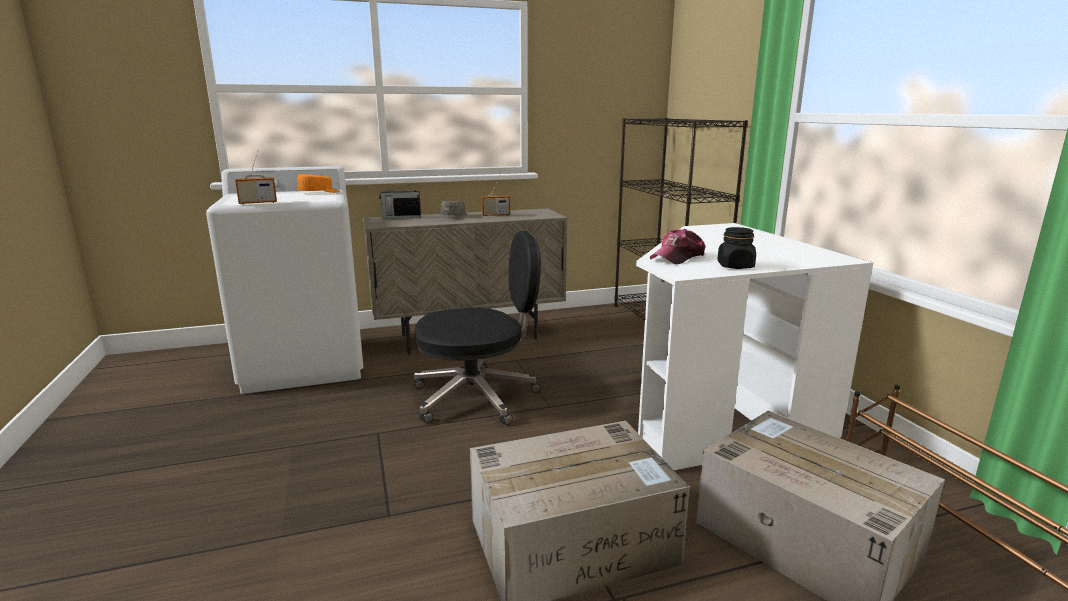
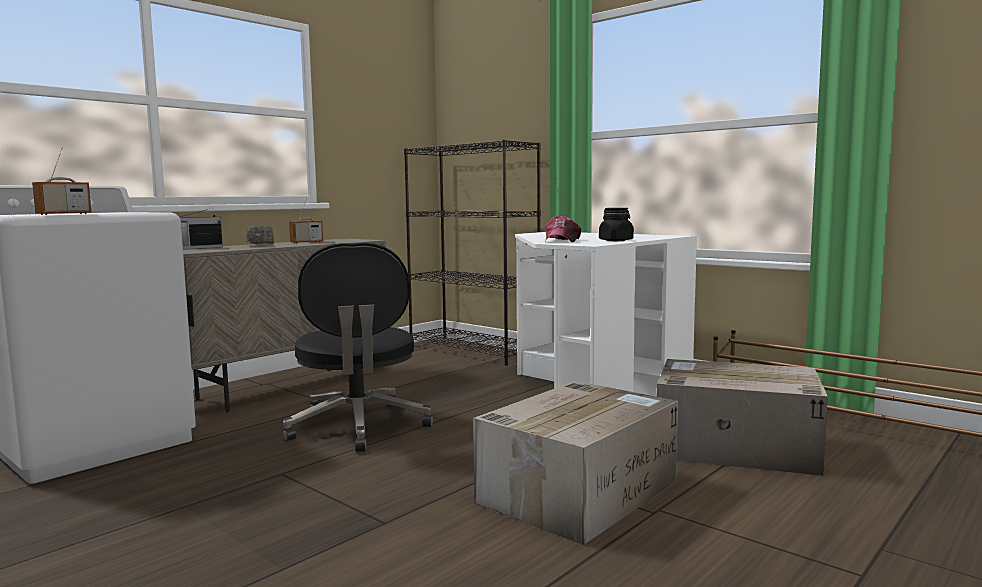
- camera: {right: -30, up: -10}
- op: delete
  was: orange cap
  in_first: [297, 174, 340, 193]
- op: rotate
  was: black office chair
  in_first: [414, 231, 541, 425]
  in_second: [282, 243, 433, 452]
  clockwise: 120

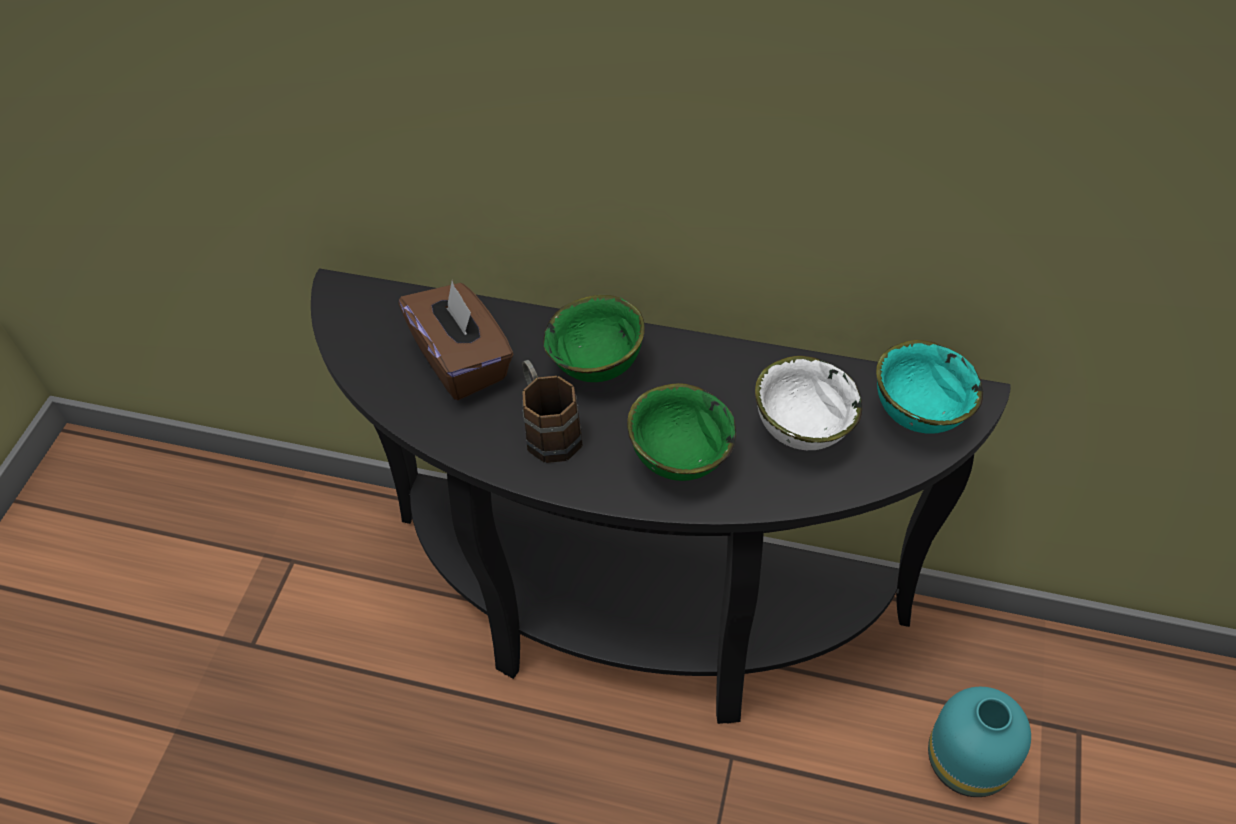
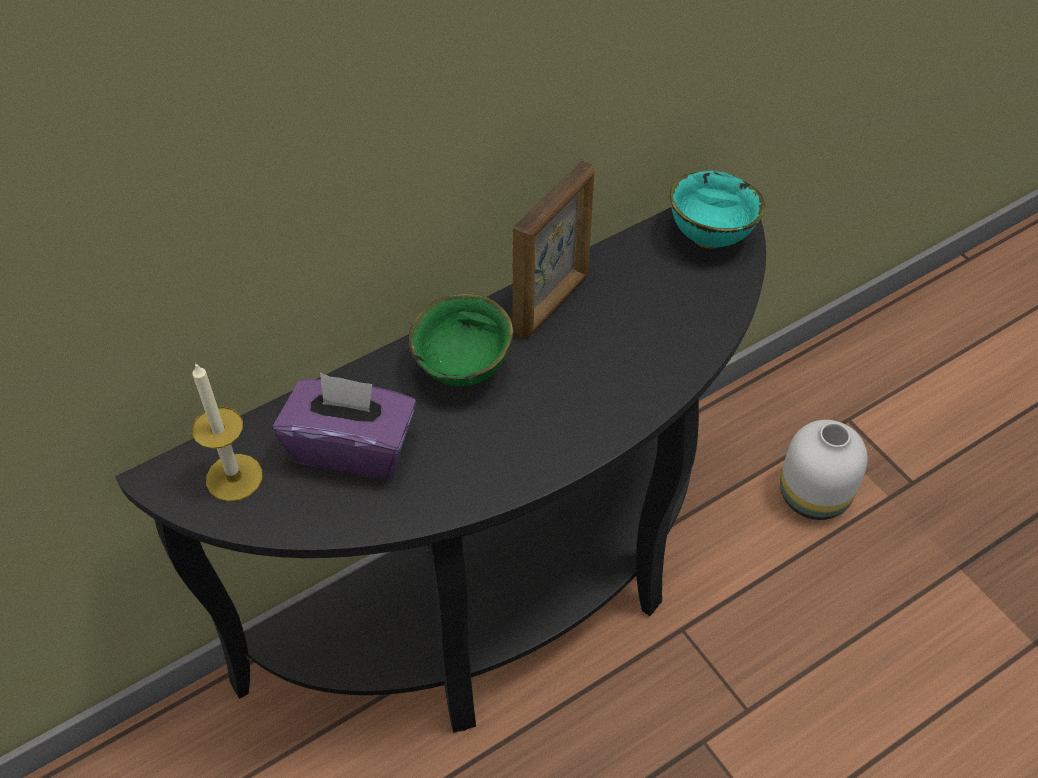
- camera: {right: -50, up: 0}
- op: recolor
  was: brown tissue box
  now: purple tissue box
  in_first: [398, 280, 514, 400]
  in_second: [273, 372, 417, 479]
- op: delete
  was: white bowl
  in_first: [755, 356, 862, 450]
- op: delete
  was: brown mug
  in_first: [522, 360, 582, 463]
- op: delete
  was: green bowl
  in_first: [627, 383, 736, 481]
- op: recolor
  was: turquoise vase
  now: white vase
  in_first: [928, 687, 1031, 797]
  in_second: [780, 420, 868, 520]
- op: insert
  now: picture frame
  in_second: [512, 160, 594, 339]
- op: insert
  now: candle
  in_second: [192, 364, 262, 502]

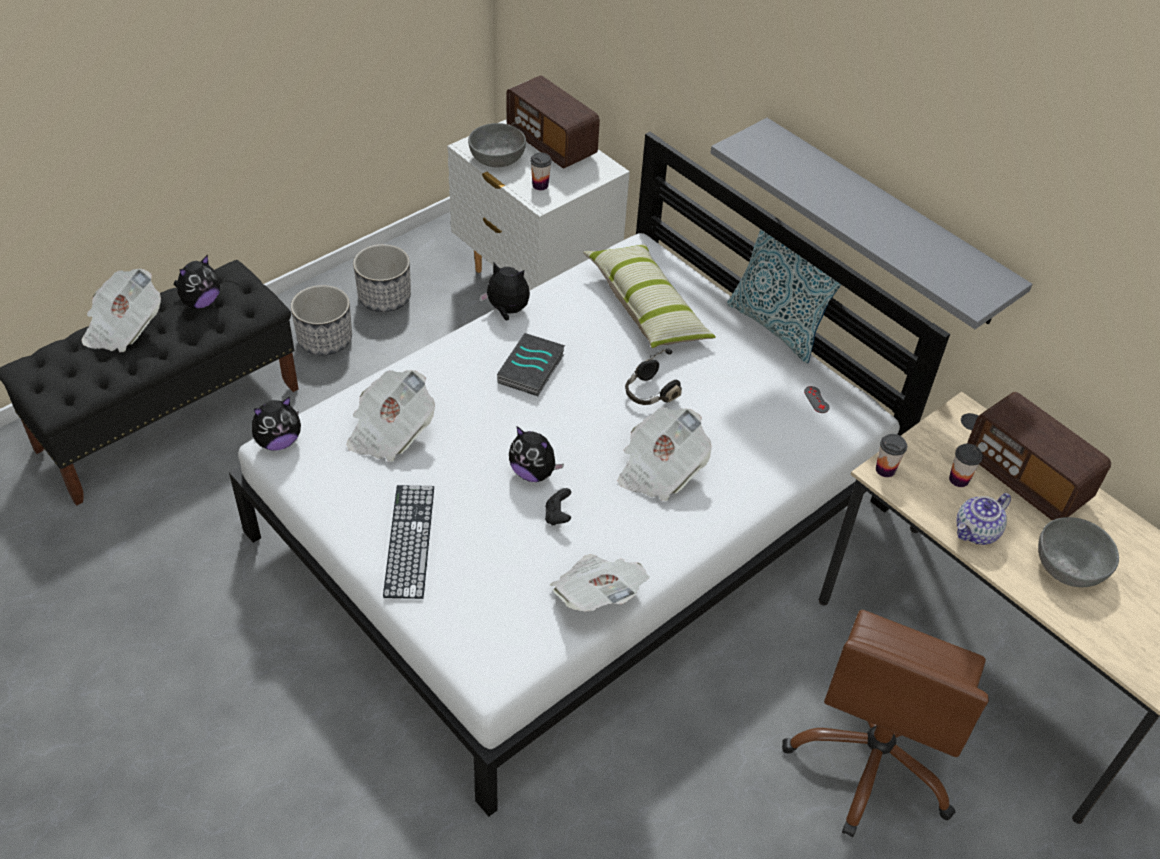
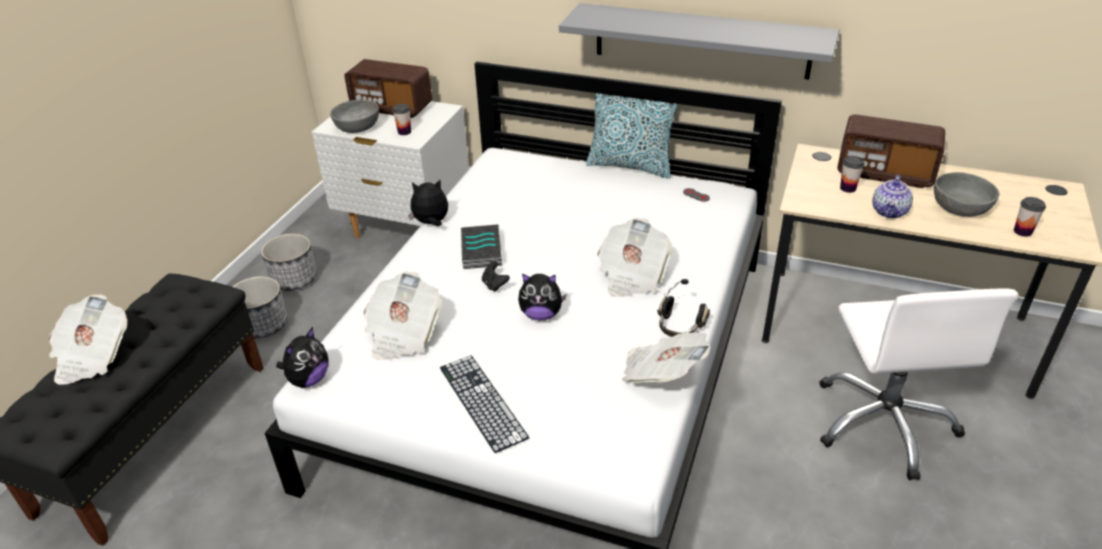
- camera: {right: -25, up: -10}
- op: delete
  was: pillow
  in_first: [583, 244, 716, 348]
- op: delete
  was: plush toy
  in_first: [174, 255, 220, 309]
- op: move
  was: black headphones
  in_first: [625, 348, 682, 405]
  in_second: [657, 279, 710, 337]
- op: move
  was: cup
  in_first: [876, 434, 907, 477]
  in_second: [1014, 197, 1046, 237]
- op: move
  was: black game controller
  in_first: [545, 488, 571, 526]
  in_second: [482, 261, 510, 292]
- op: recolor
  was: brown office chair
  now: white office chair
  in_first: [782, 610, 989, 837]
  in_second: [819, 289, 1018, 480]

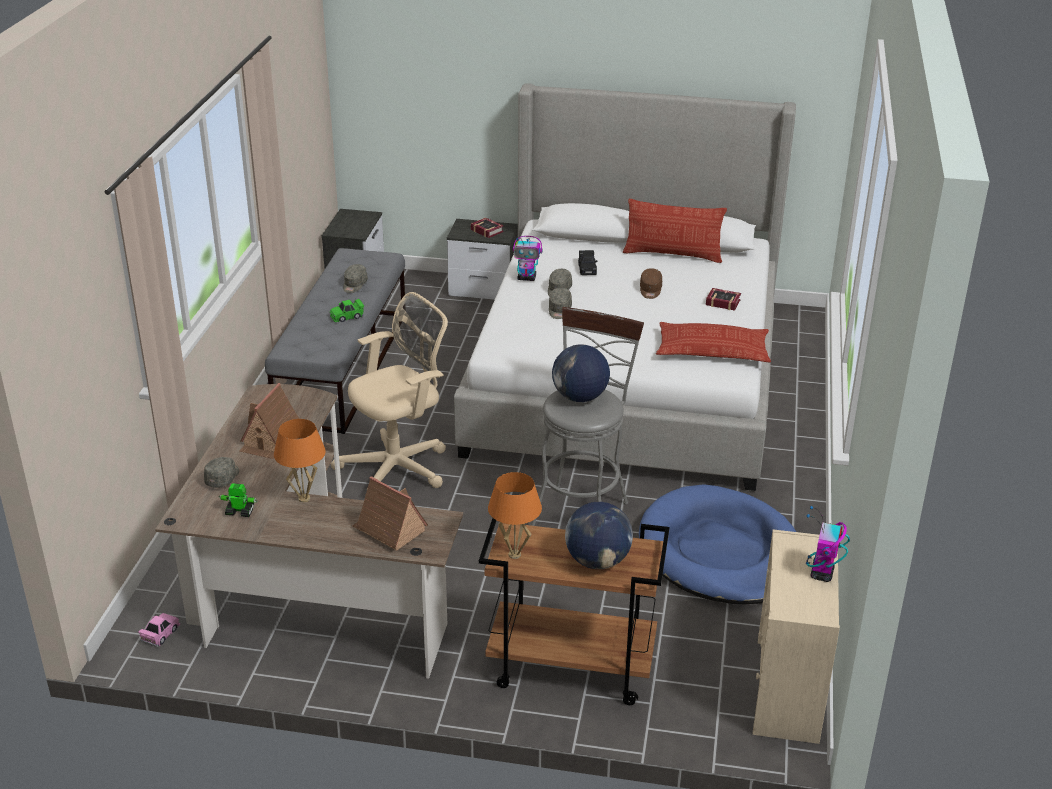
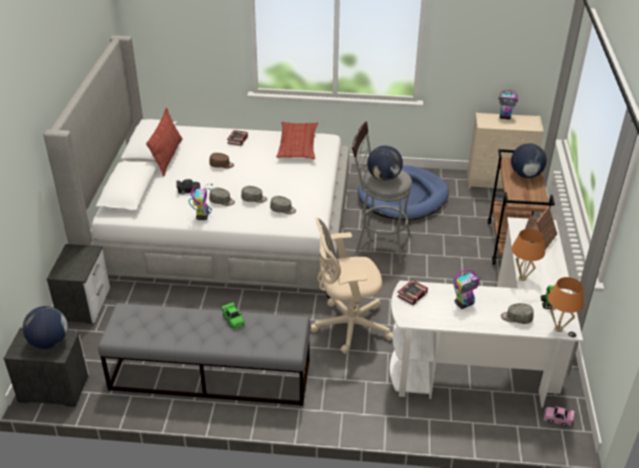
- camera: {right: -95, up: 5}
- op: move
  was: book
  in_first: [471, 218, 504, 238]
  in_second: [397, 280, 428, 305]
- op: move
  was: grey cap
  in_first: [343, 264, 368, 293]
  in_second: [270, 196, 296, 214]
- op: rotate
  was: beige office chair
  in_first: [331, 292, 448, 489]
  in_second: [311, 217, 393, 354]
  clockwise: -60
- op: replace
  was: toy house
  now: toy robot
  in_first: [239, 383, 299, 459]
  in_second: [453, 269, 481, 309]
- op: recolor
  was: brown desk
  now: white desk
  in_first: [155, 384, 463, 679]
  in_second: [390, 217, 583, 408]
- op: move
  was: orange table lamp
  in_first: [488, 472, 542, 559]
  in_second: [548, 277, 584, 332]
- op: insert
  now: globe
  in_second: [22, 306, 68, 349]

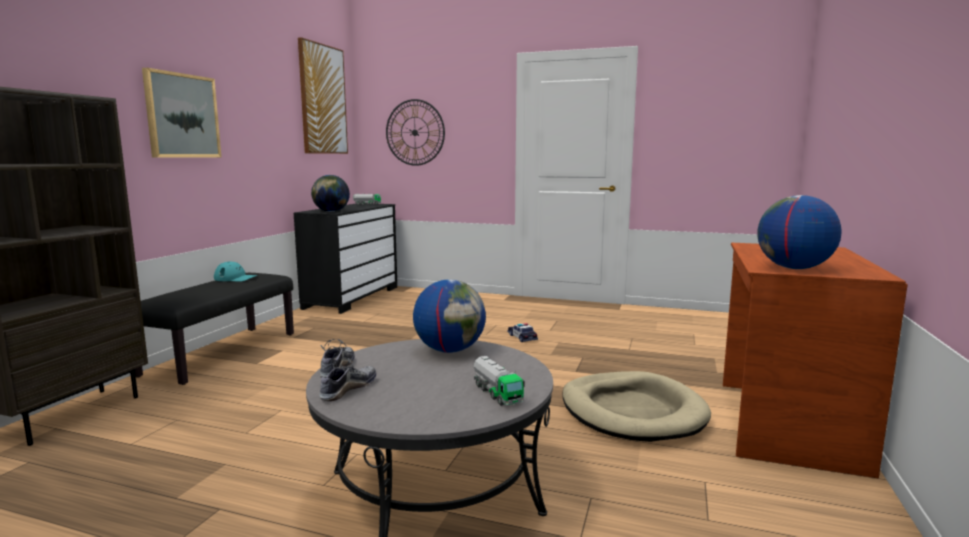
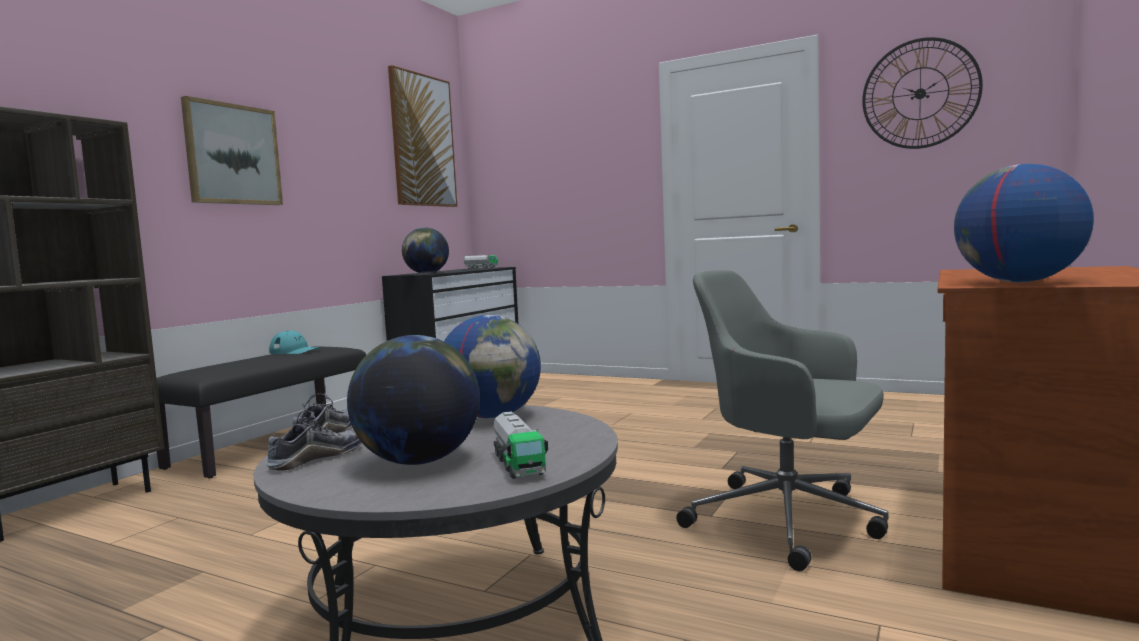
- camera: {right: 10, up: -5}
- op: move
  was: wall clock
  in_first: [386, 99, 445, 166]
  in_second: [862, 37, 983, 149]
- op: delete
  was: toy car
  in_first: [507, 323, 538, 342]
- op: replace
  was: beige dog bed
  now: grey office chair
  in_first: [562, 371, 711, 442]
  in_second: [676, 270, 889, 571]
- op: insert
  now: globe
  in_second: [347, 335, 480, 465]

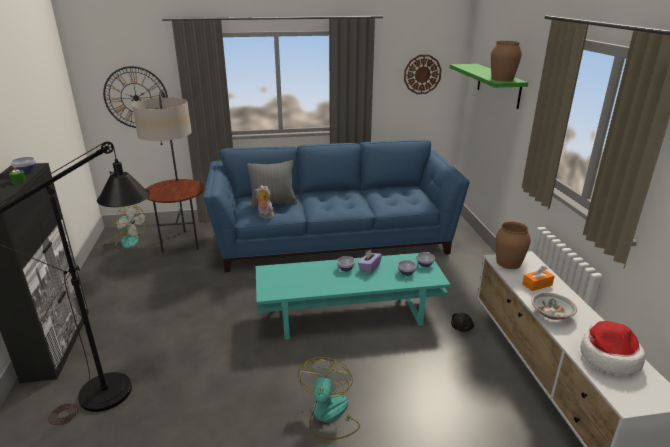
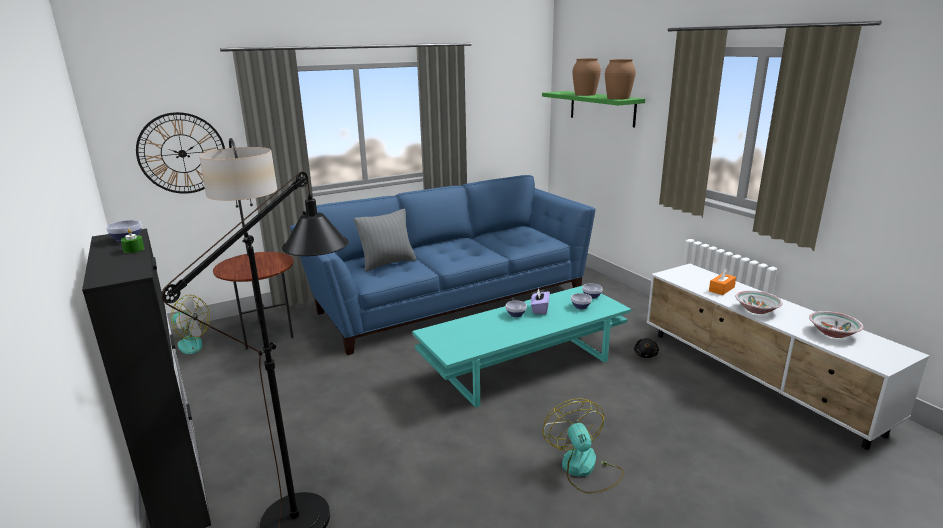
- camera: {right: -20, up: -5}
- op: delete
  was: wall clock
  in_first: [404, 55, 442, 94]
- op: delete
  was: plush toy
  in_first: [255, 185, 274, 219]
- op: move
  was: brown vase
  in_first: [495, 222, 531, 269]
  in_second: [572, 58, 601, 96]
- op: replace
  was: hat
  now: bowl
  in_first: [580, 321, 645, 375]
  in_second: [809, 311, 863, 338]

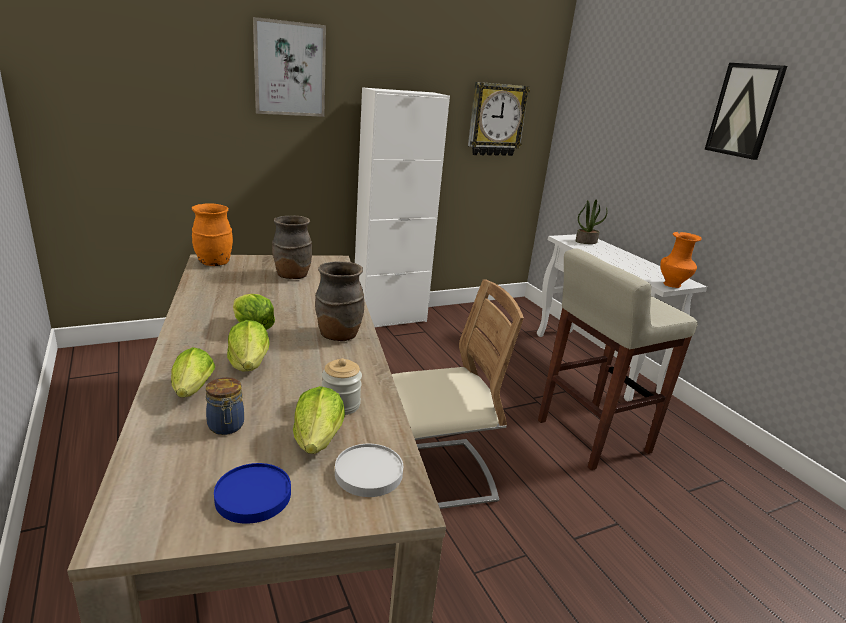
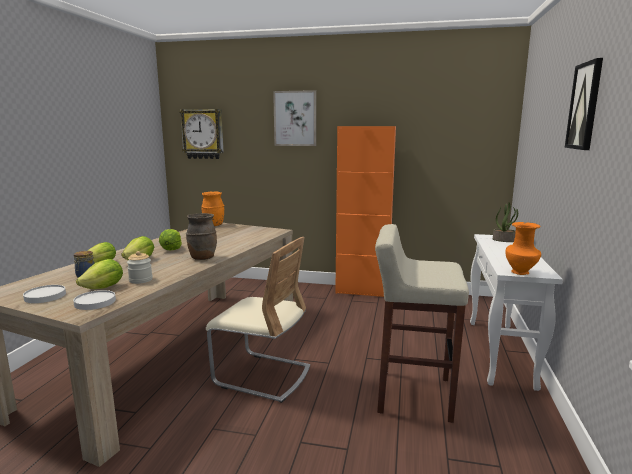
- camera: {right: 40, up: -10}
- op: move
  was: wall clock
  in_first: [468, 82, 530, 156]
  in_second: [179, 109, 224, 159]
- op: recolor
  was: white cabinet
  now: orange cabinet
  in_first: [355, 87, 450, 327]
  in_second: [335, 126, 396, 297]
- op: delete
  was: brown vase
  in_first: [272, 216, 312, 279]
- op: recolor
  was: blue plate
  now: white plate
  in_first: [214, 463, 291, 524]
  in_second: [23, 285, 66, 303]

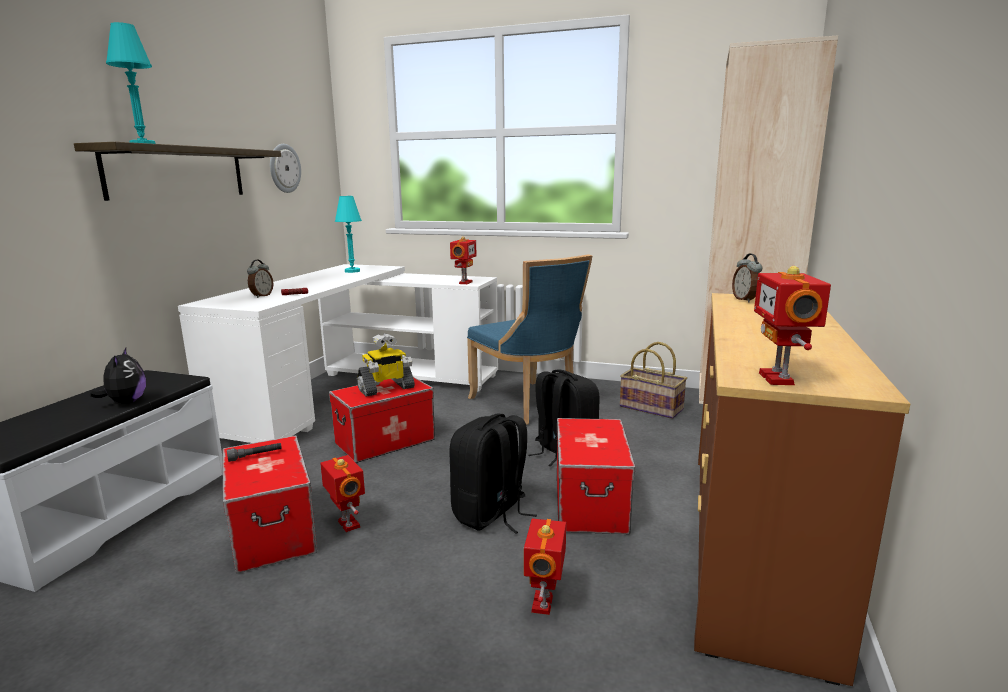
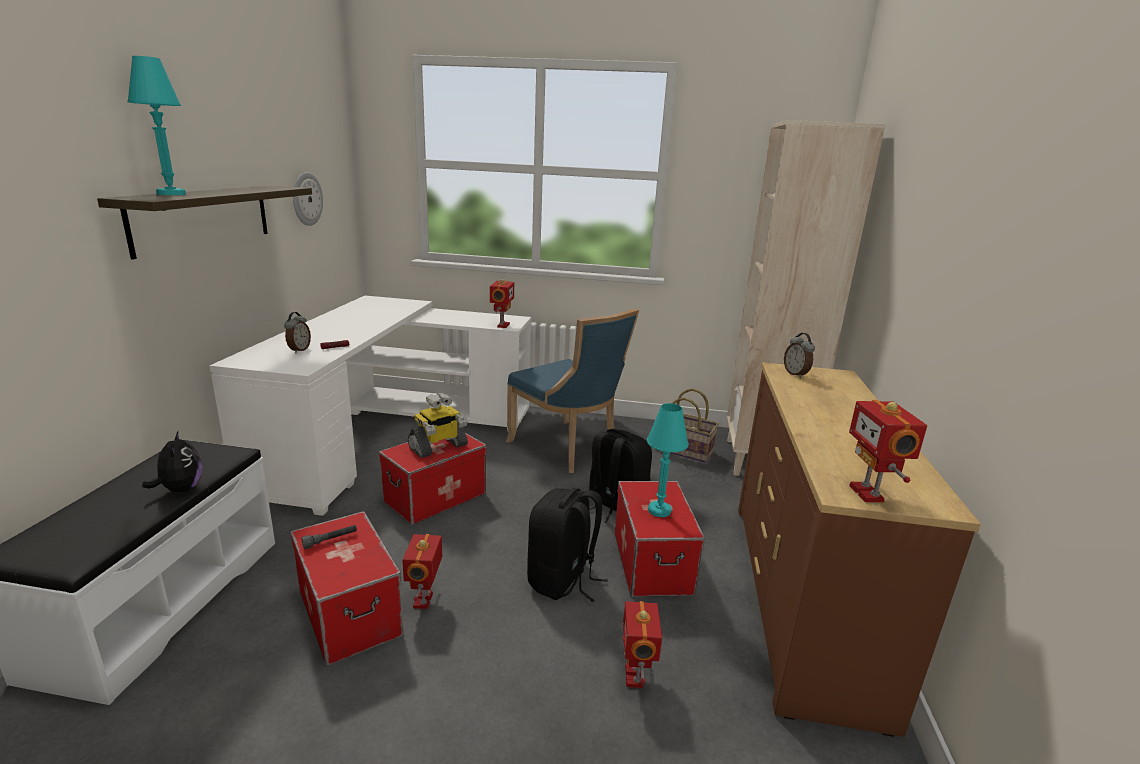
- camera: {right: -10, up: 5}
- op: move
  was: turquoise table lamp
  in_first: [335, 196, 362, 273]
  in_second: [647, 403, 688, 517]
- op: rotate
  was: toy robot
  in_first: [320, 455, 365, 532]
  in_second: [402, 534, 442, 609]
  clockwise: -135

